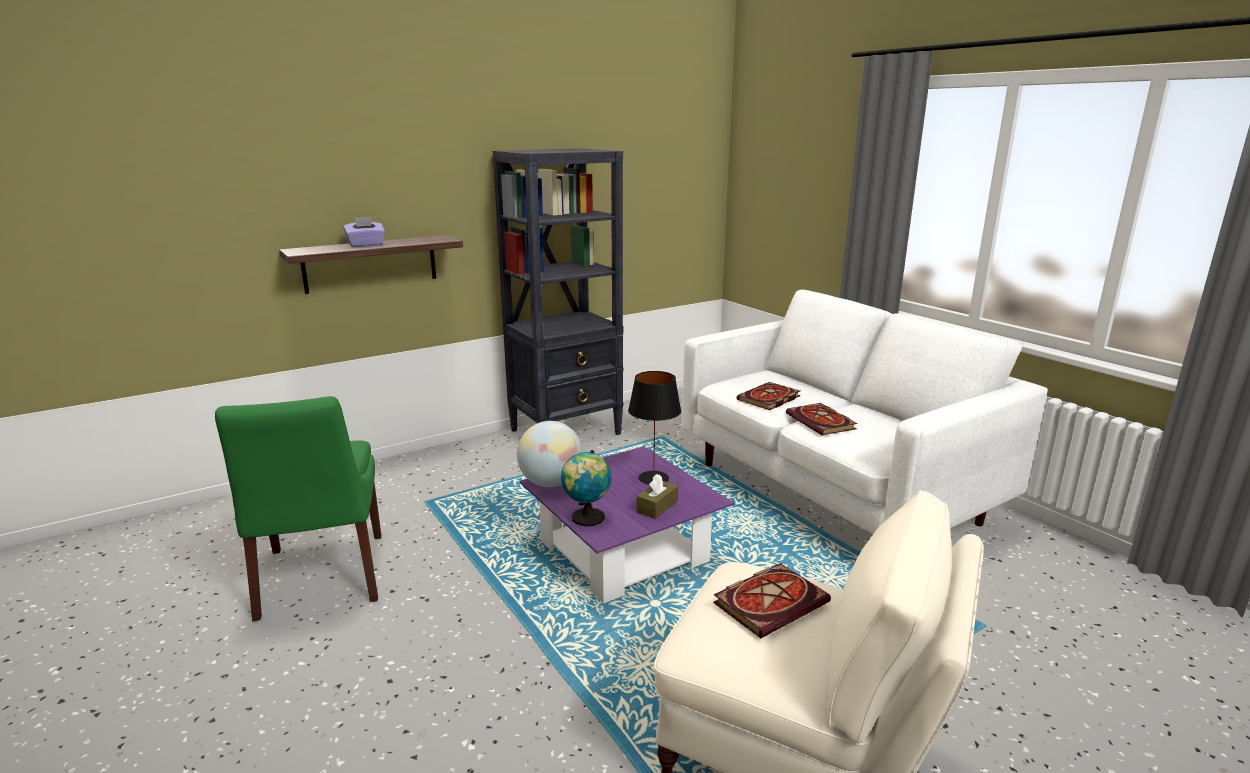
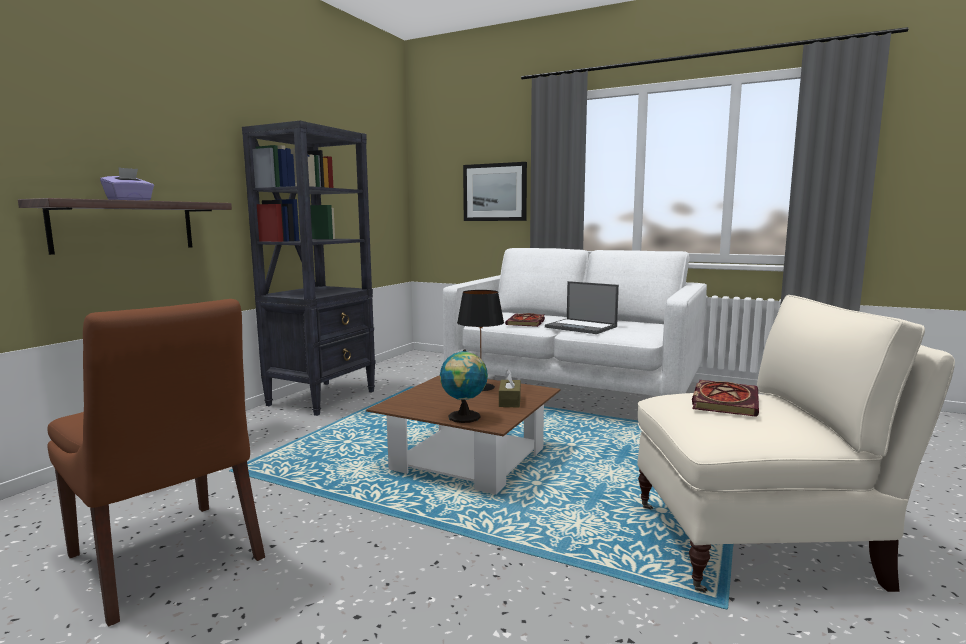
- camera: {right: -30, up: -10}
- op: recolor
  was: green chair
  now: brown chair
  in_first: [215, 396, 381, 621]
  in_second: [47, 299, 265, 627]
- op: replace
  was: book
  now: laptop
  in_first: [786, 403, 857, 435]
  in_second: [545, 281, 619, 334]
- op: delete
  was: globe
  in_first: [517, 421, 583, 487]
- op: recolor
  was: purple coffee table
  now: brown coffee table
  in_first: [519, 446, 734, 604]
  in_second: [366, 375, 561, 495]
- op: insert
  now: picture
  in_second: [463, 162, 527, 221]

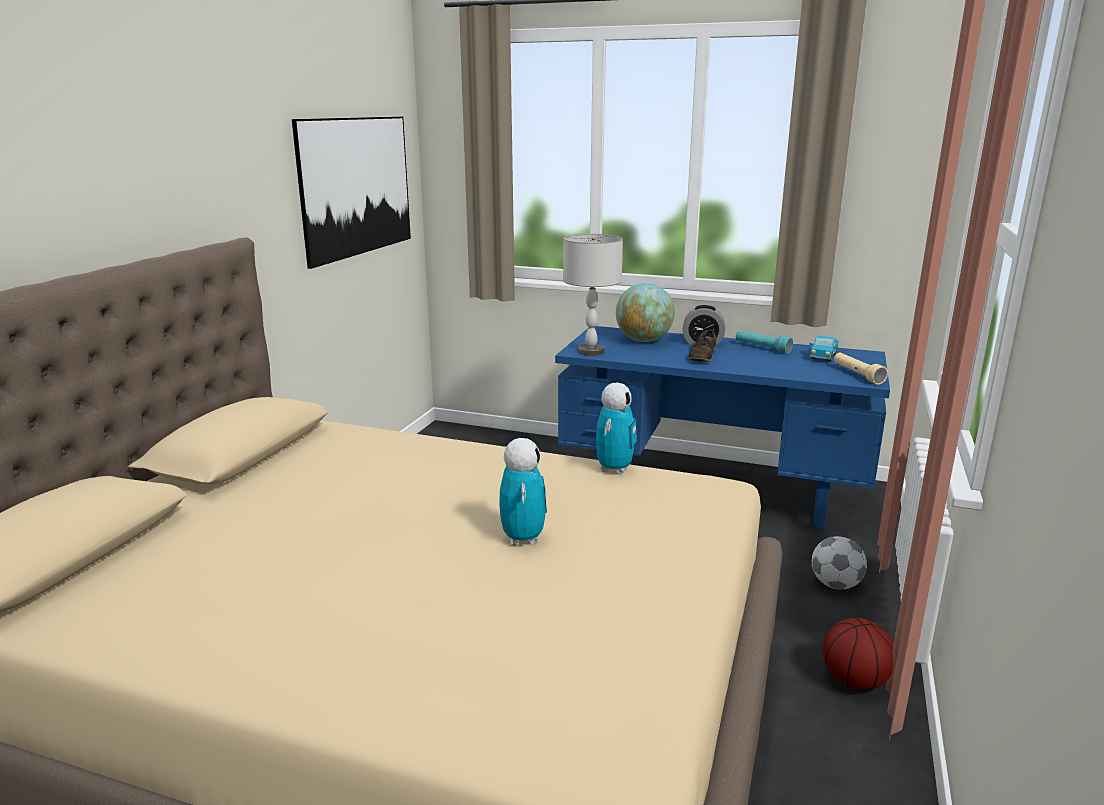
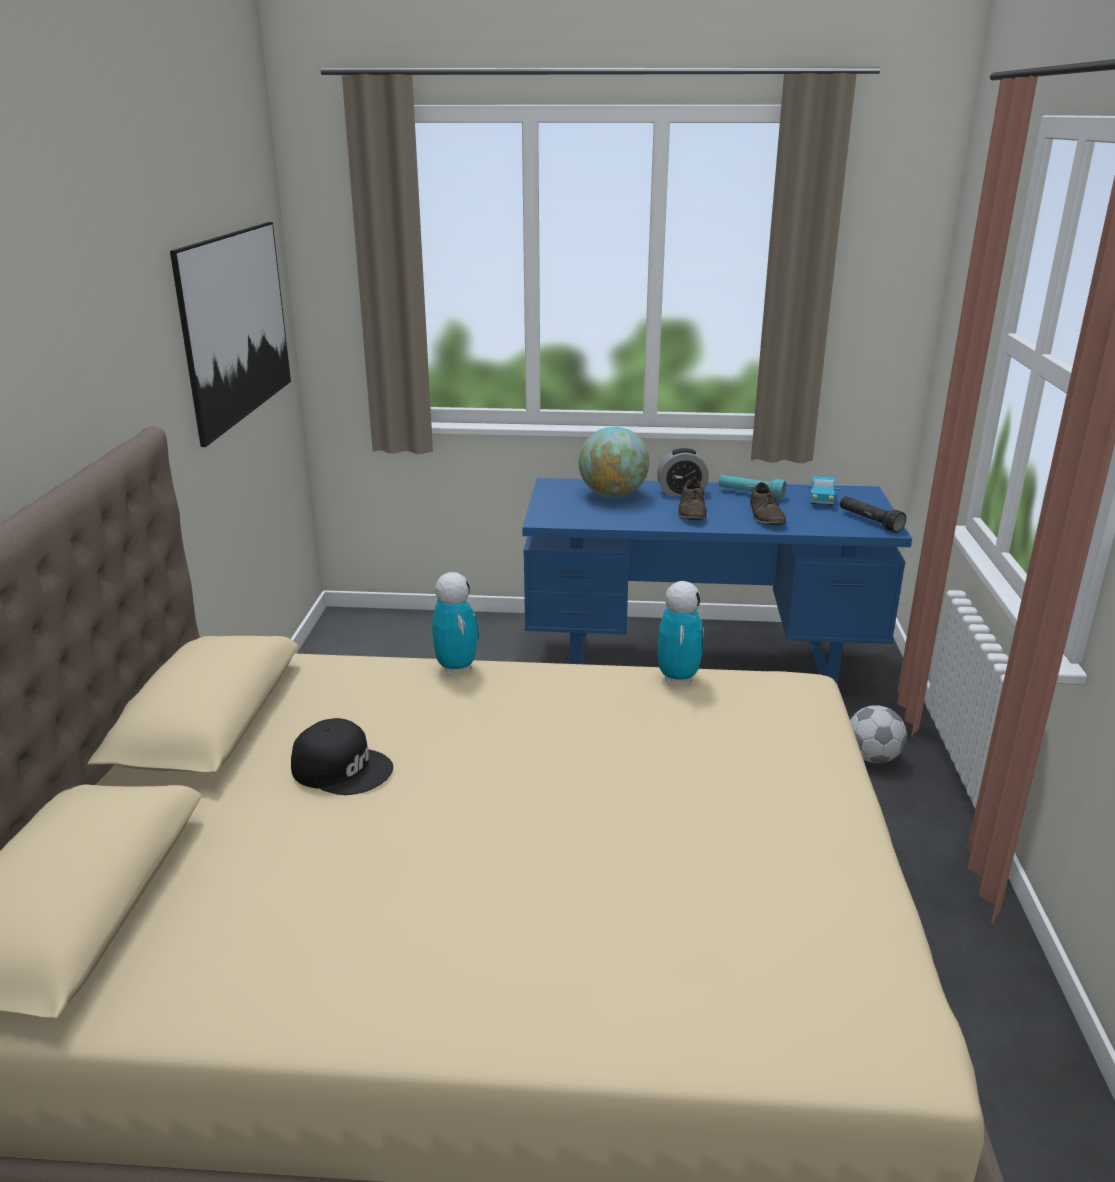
- camera: {right: -15, up: 5}
- op: delete
  was: grey table lamp
  in_first: [563, 234, 623, 356]
- op: recolor
  was: beige flashlight
  now: black flashlight
  in_first: [834, 353, 888, 385]
  in_second: [840, 496, 906, 533]
- op: move
  was: toy robot
  in_first: [499, 438, 547, 545]
  in_second: [432, 572, 479, 675]
- op: delete
  was: basketball
  in_first: [822, 618, 894, 690]
- op: insert
  now: brown shoe
  in_second: [750, 482, 787, 525]
- op: insert
  now: black cap
  in_second: [291, 718, 393, 795]

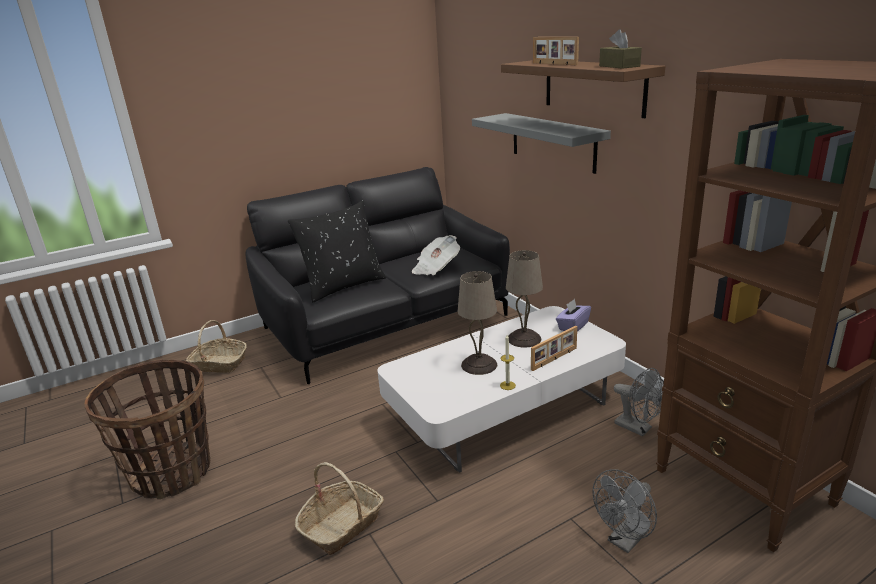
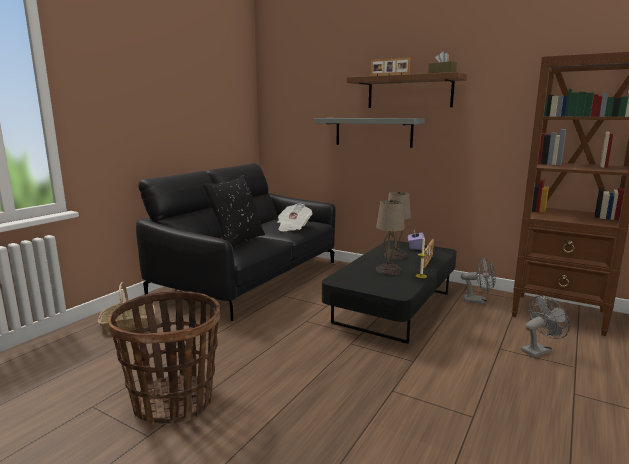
- camera: {right: -30, up: -10}
- op: recolor
  was: white coffee table
  now: black coffee table
  in_first: [377, 306, 626, 473]
  in_second: [322, 240, 457, 344]
- op: delete
  was: basket
  in_first: [295, 462, 384, 555]
- op: rotate
  was: grey fan
  in_first: [592, 469, 657, 553]
  in_second: [521, 295, 570, 358]
  clockwise: -135

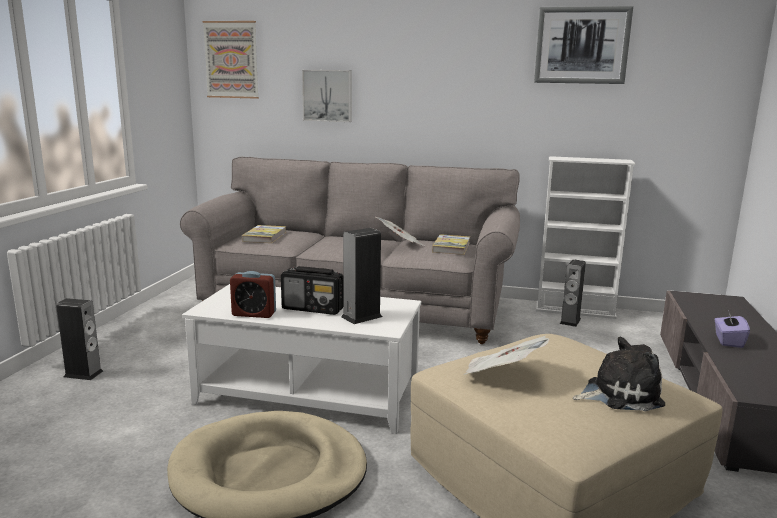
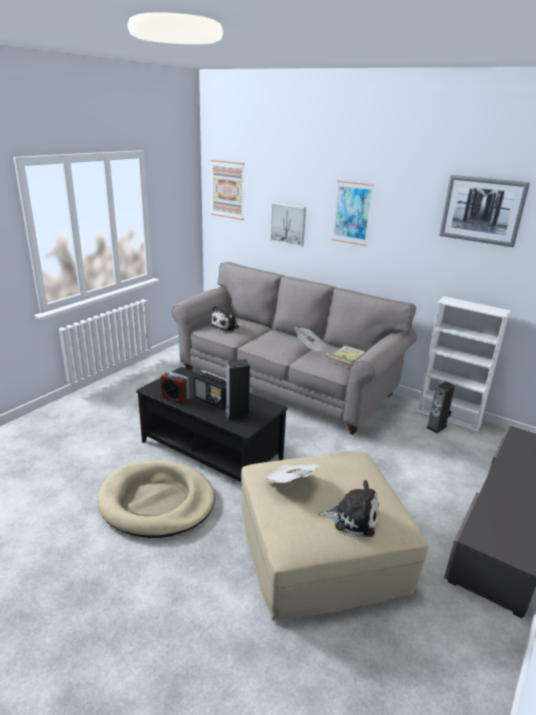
- camera: {right: 20, up: 10}
- op: replace
  was: book
  now: plush toy
  in_first: [242, 225, 286, 243]
  in_second: [210, 306, 239, 332]
- op: recolor
  was: white coffee table
  now: black coffee table
  in_first: [182, 284, 421, 434]
  in_second: [136, 367, 288, 482]
- op: delete
  was: speaker
  in_first: [56, 298, 103, 380]
- op: delete
  was: purple tissue box
  in_first: [714, 310, 750, 348]
- op: insert
  now: picture
  in_second: [332, 181, 374, 246]

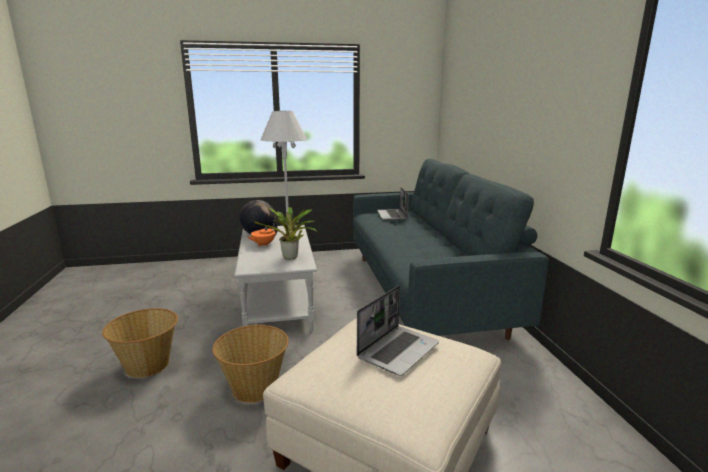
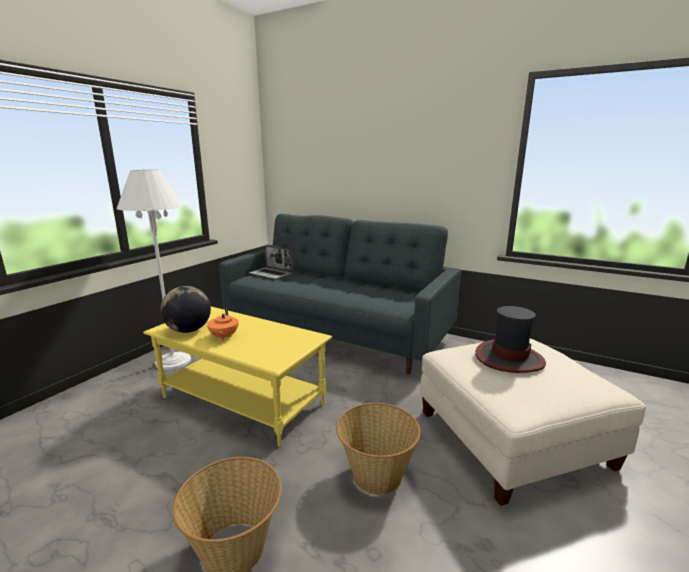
- camera: {right: -50, up: 0}
- op: delete
  was: potted plant
  in_first: [254, 207, 316, 260]
- op: recolor
  was: grey coffee table
  now: yellow coffee table
  in_first: [234, 225, 317, 332]
  in_second: [143, 307, 332, 447]
- op: replace
  was: laptop
  now: hat
  in_first: [357, 286, 439, 376]
  in_second: [475, 306, 546, 373]

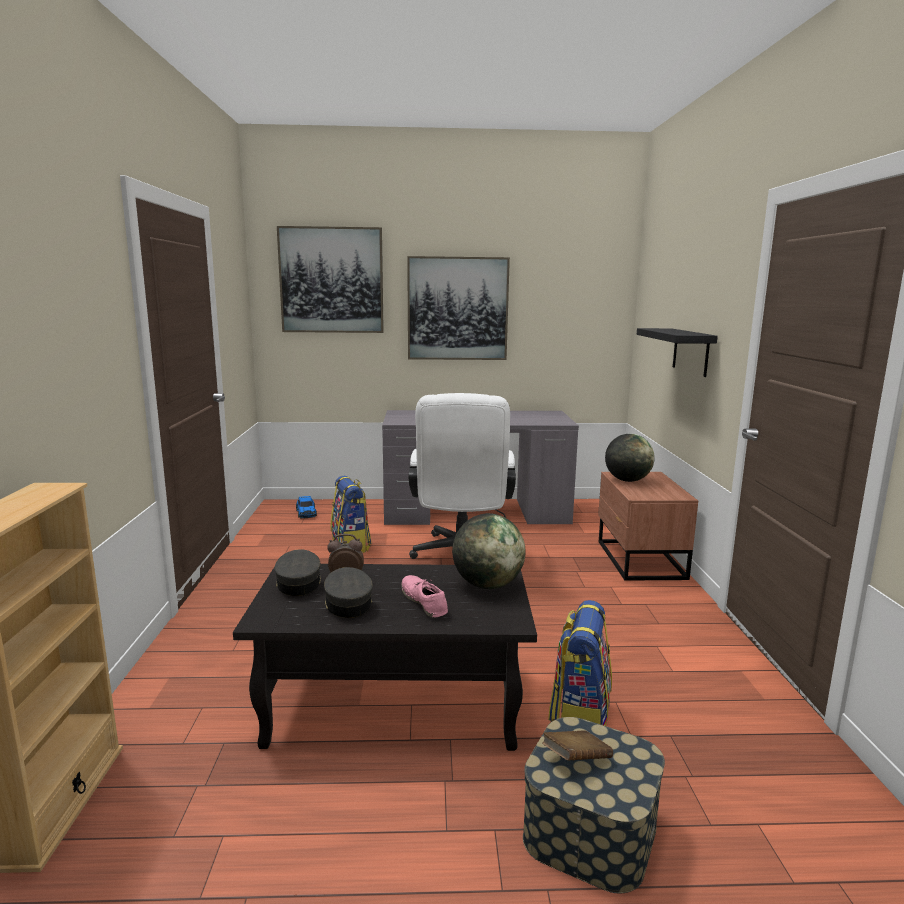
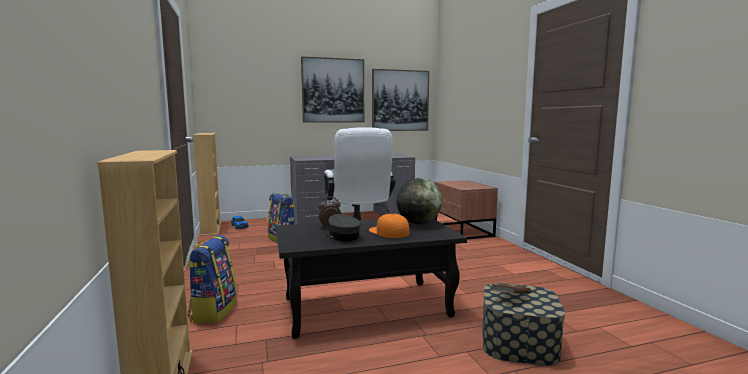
- camera: {right: -15, up: -5}
- op: move
  was: picture
  in_first: [277, 226, 384, 333]
  in_second: [372, 69, 429, 131]
- op: delete
  was: black shelf
  in_first: [637, 328, 718, 377]
- op: delete
  was: globe
  in_first: [605, 434, 655, 482]
- op: delete
  was: grey cap
  in_first: [275, 549, 321, 596]
- op: replace
  was: pink shoe
  now: orange cap
  in_first: [401, 575, 448, 618]
  in_second: [369, 214, 410, 238]
- op: move
  was: backpack
  in_first: [548, 600, 612, 726]
  in_second: [187, 235, 237, 323]
- op: insert
  now: beige bookcase
  in_second: [193, 133, 221, 236]

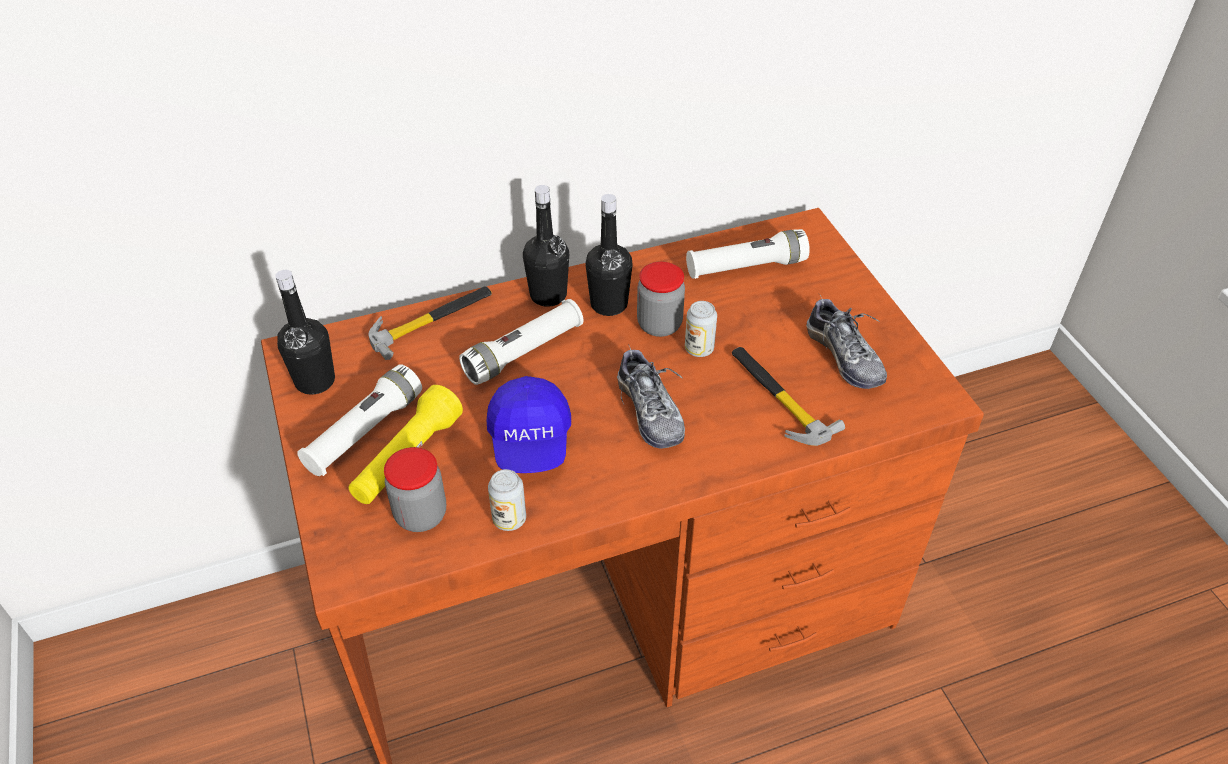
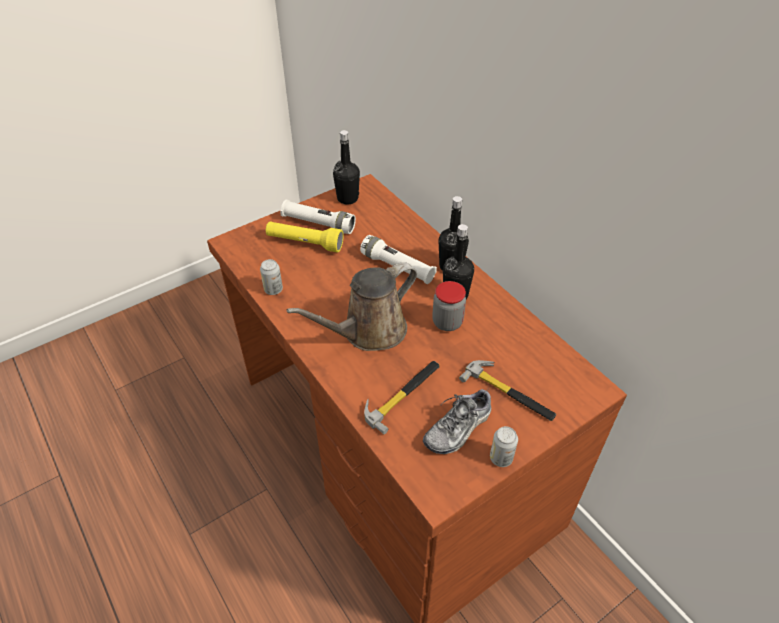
- camera: {right: 75, up: 0}
- op: delete
  was: white flashlight
  in_first: [686, 229, 810, 279]
- op: move
  was: hammer
  in_first: [368, 286, 492, 360]
  in_second: [459, 360, 556, 421]
- op: move
  was: can
  in_first: [685, 301, 717, 357]
  in_second: [490, 426, 518, 467]
- op: replace
  was: shoe
  now: brown watering can
  in_first: [617, 344, 685, 449]
  in_second: [286, 262, 417, 351]
- op: delete
  was: blue cap
  in_first: [487, 376, 571, 473]
- op: delete
  was: jar
  in_first: [384, 447, 446, 532]

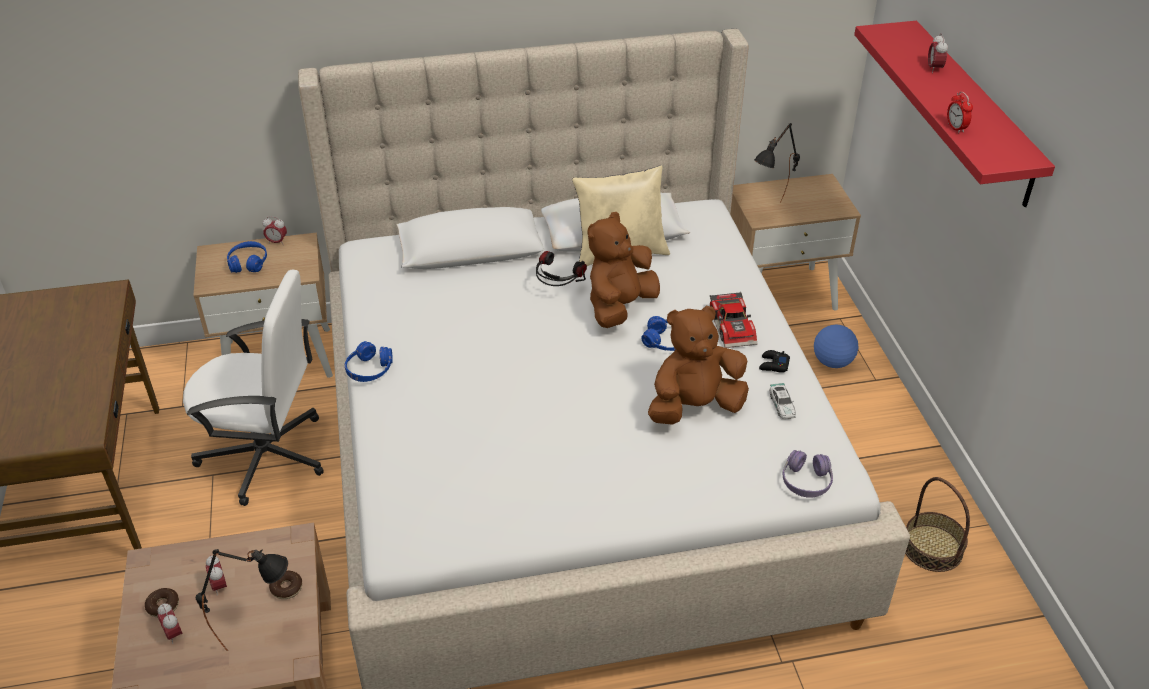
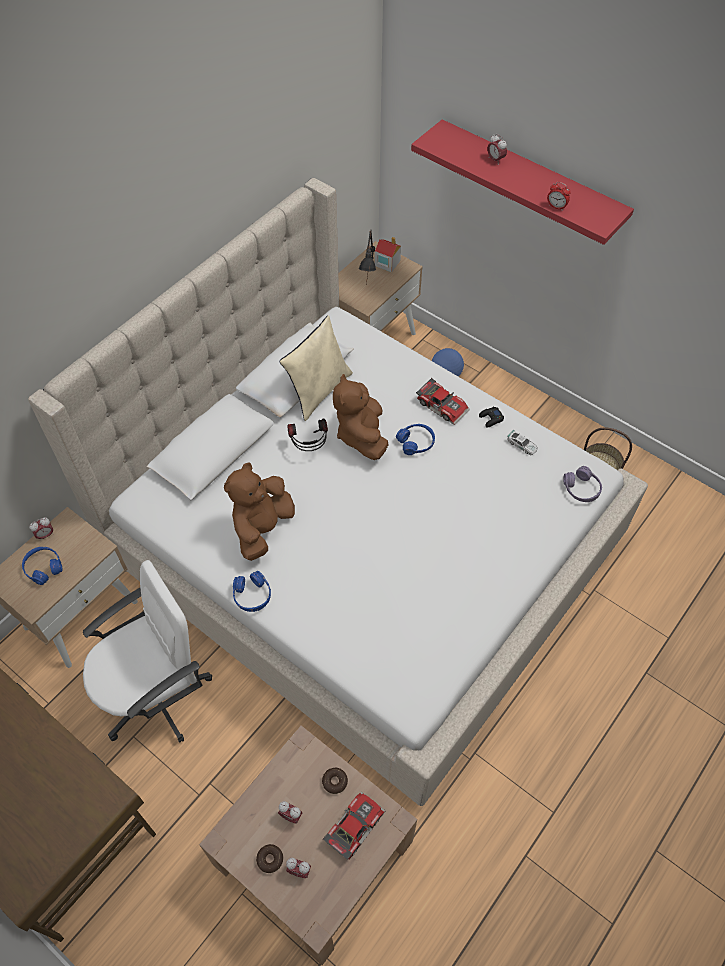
- camera: {right: -40, up: 15}
- op: move
  was: brown plush toy
  in_first: [648, 306, 749, 425]
  in_second: [224, 462, 295, 561]
- op: replace
  was: black table lamp
  now: toy car
  in_first: [196, 549, 288, 651]
  in_second: [323, 792, 385, 860]
- op: insert
  now: toy house
  in_second: [375, 237, 401, 272]

